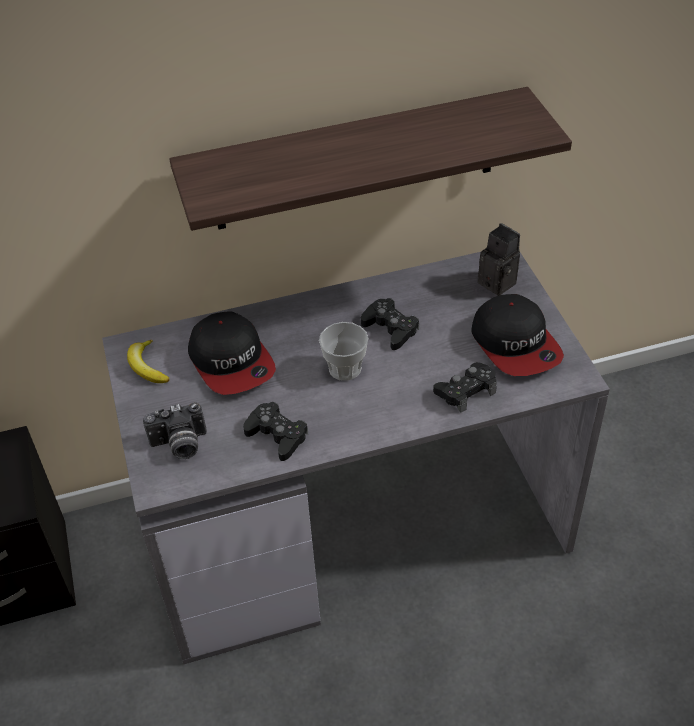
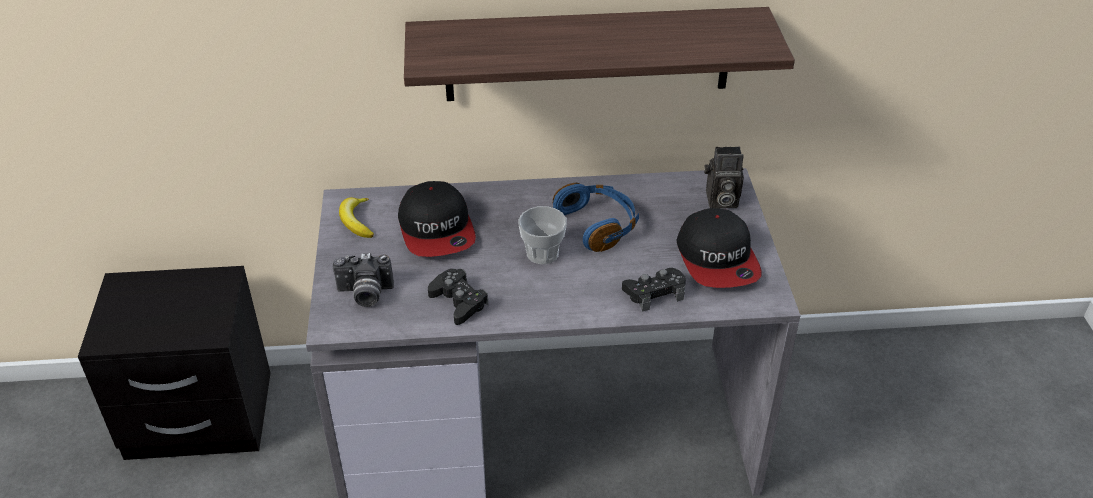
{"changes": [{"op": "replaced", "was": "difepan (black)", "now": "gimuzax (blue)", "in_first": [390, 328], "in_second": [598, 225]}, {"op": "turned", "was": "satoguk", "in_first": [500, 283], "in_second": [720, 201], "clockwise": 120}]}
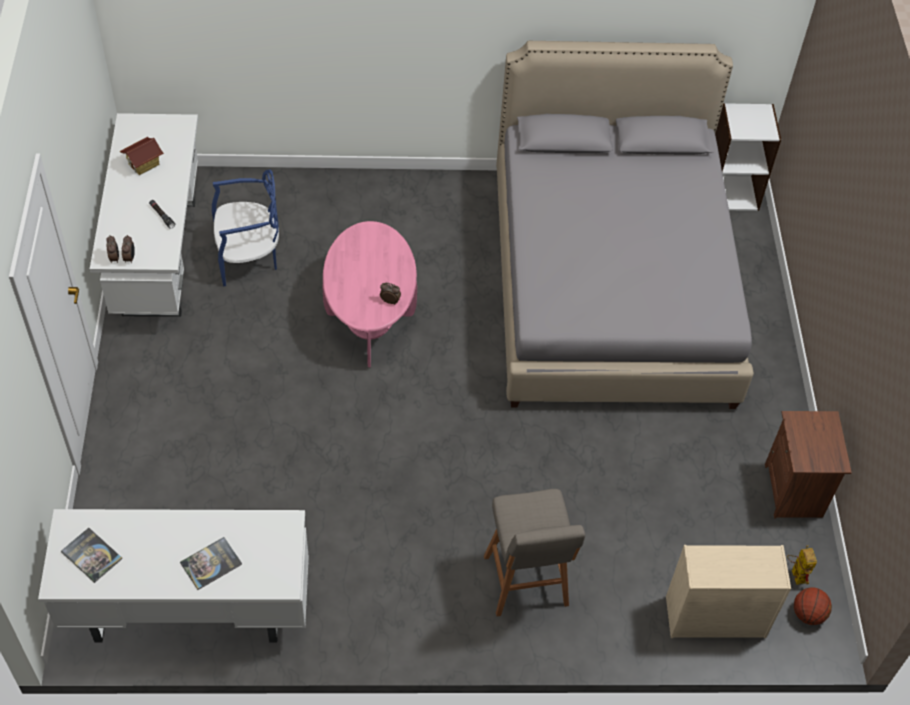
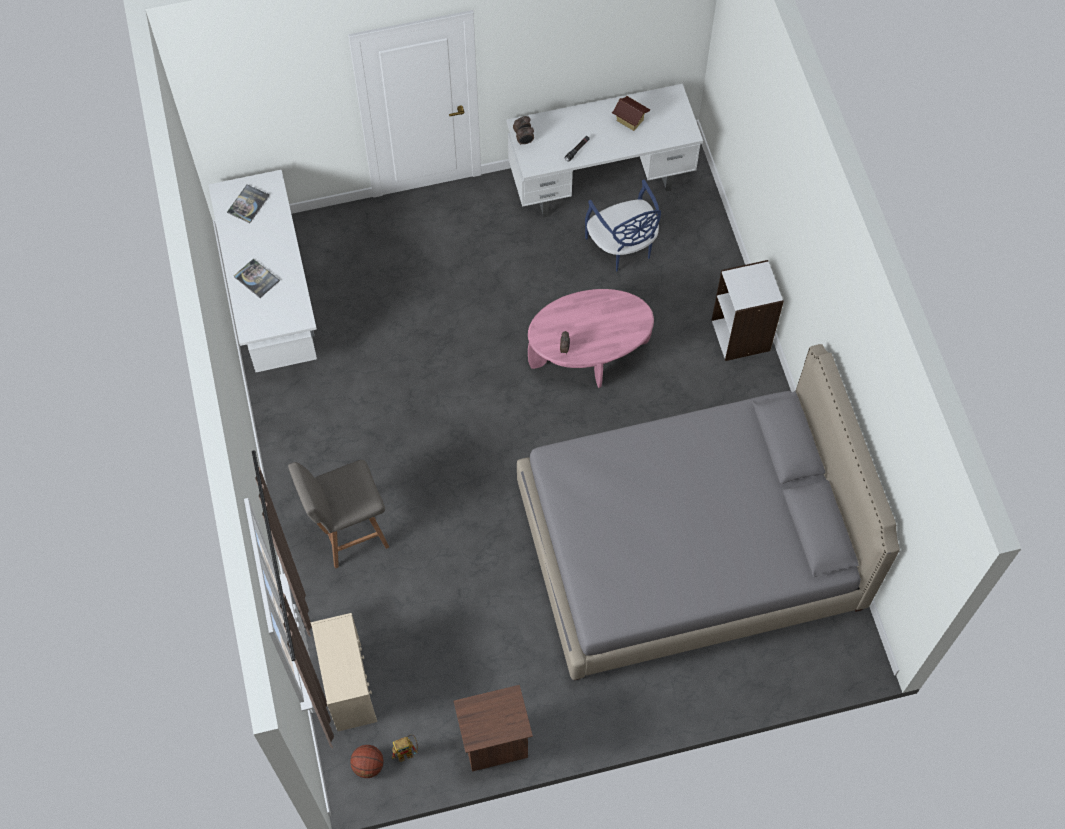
{"changes": [{"op": "moved", "was": "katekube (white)", "in_first": [731, 192], "in_second": [741, 335]}]}
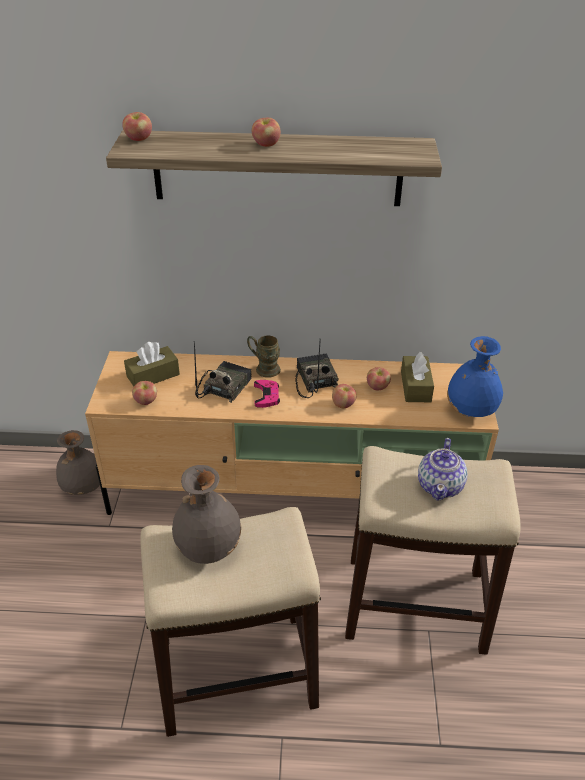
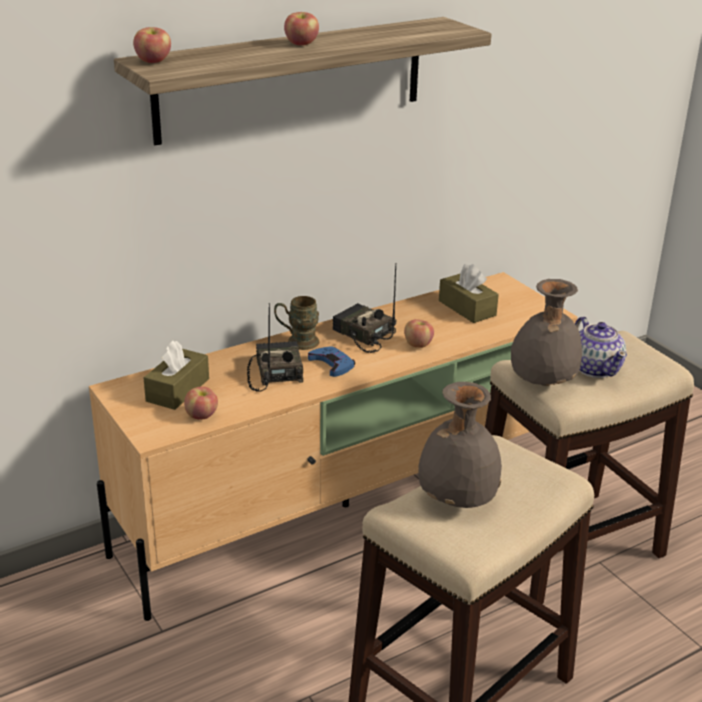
{"changes": [{"op": "moved", "was": "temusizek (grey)", "in_first": [82, 487], "in_second": [541, 383]}, {"op": "recoloured", "was": "difepan (pink)", "now": "difepan (blue)", "in_first": [266, 396], "in_second": [332, 364]}, {"op": "removed", "was": "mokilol", "in_first": [377, 387]}, {"op": "removed", "was": "temusizek (blue)", "in_first": [471, 411]}]}
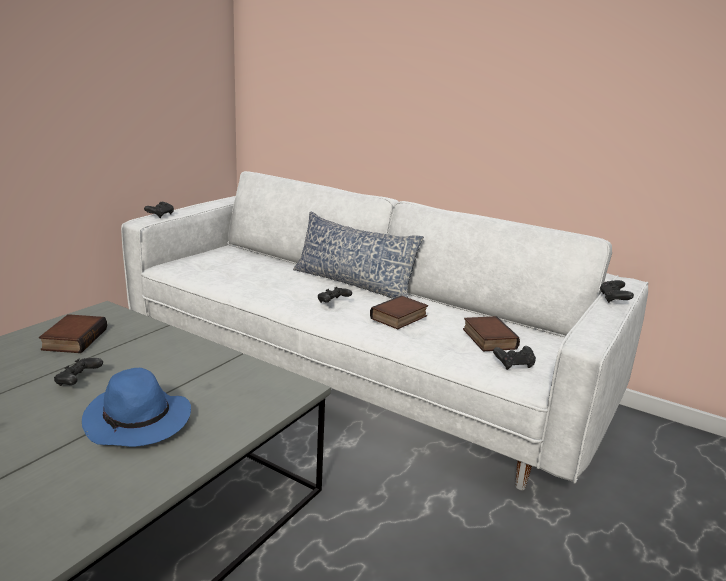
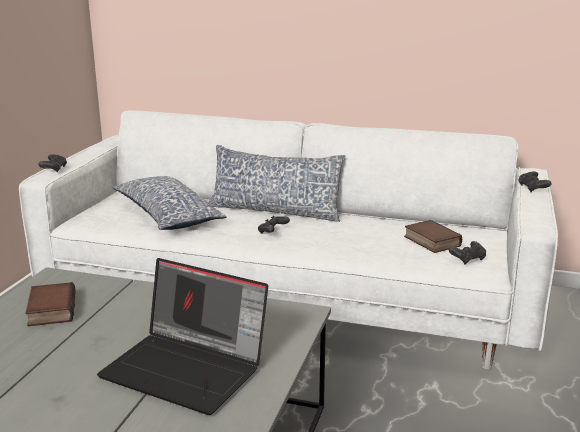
{"changes": [{"op": "removed", "was": "difepan (black)", "in_first": [78, 381]}, {"op": "replaced", "was": "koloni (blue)", "now": "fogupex", "in_first": [138, 421], "in_second": [188, 369]}, {"op": "removed", "was": "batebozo", "in_first": [399, 318]}, {"op": "added", "now": "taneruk", "in_second": [167, 216]}]}
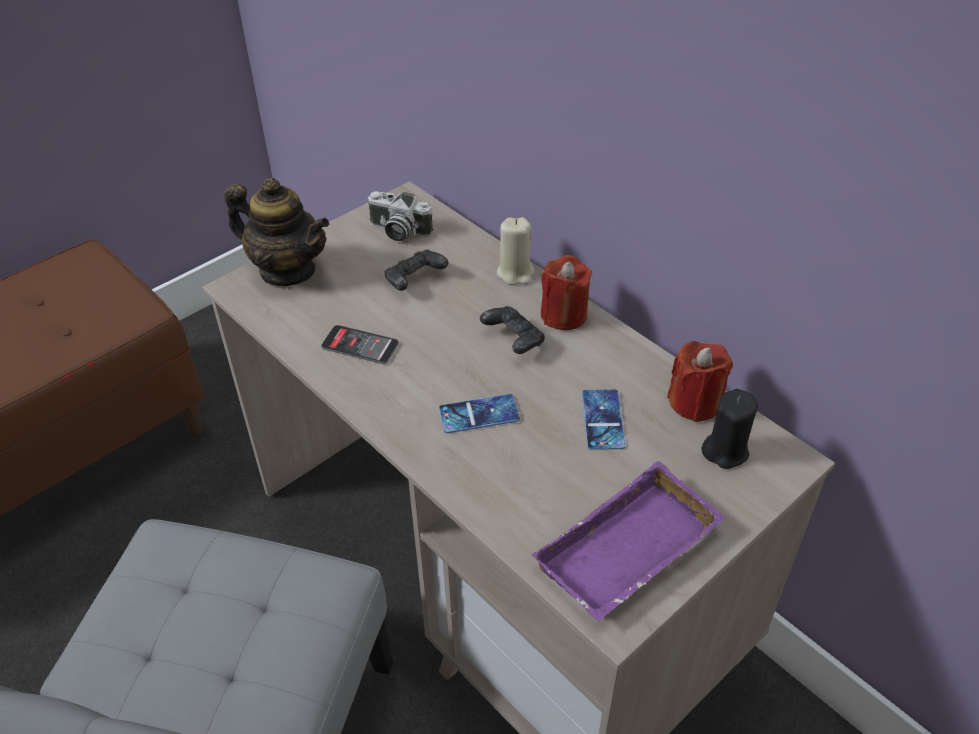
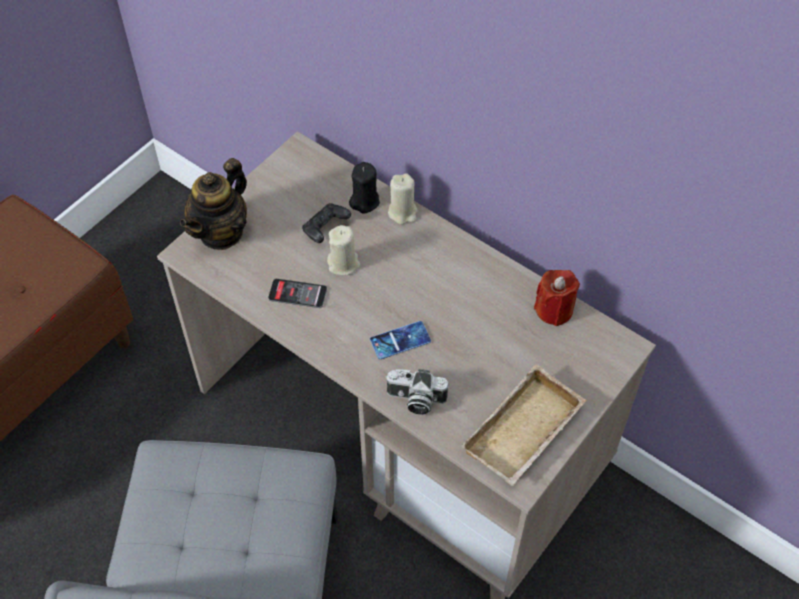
{"changes": [{"op": "turned", "was": "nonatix", "in_first": [287, 270], "in_second": [221, 232], "clockwise": 105}, {"op": "moved", "was": "satoguk", "in_first": [398, 231], "in_second": [415, 400]}, {"op": "removed", "was": "difepan (black)", "in_first": [513, 340]}, {"op": "recoloured", "was": "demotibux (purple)", "now": "demotibux (beige)", "in_first": [629, 554], "in_second": [524, 434]}, {"op": "removed", "was": "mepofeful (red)", "in_first": [563, 315]}, {"op": "removed", "was": "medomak", "in_first": [603, 419]}, {"op": "moved", "was": "mepofeful (black)", "in_first": [725, 450], "in_second": [364, 201]}, {"op": "added", "now": "mepofeful (beige)", "in_second": [343, 263]}]}
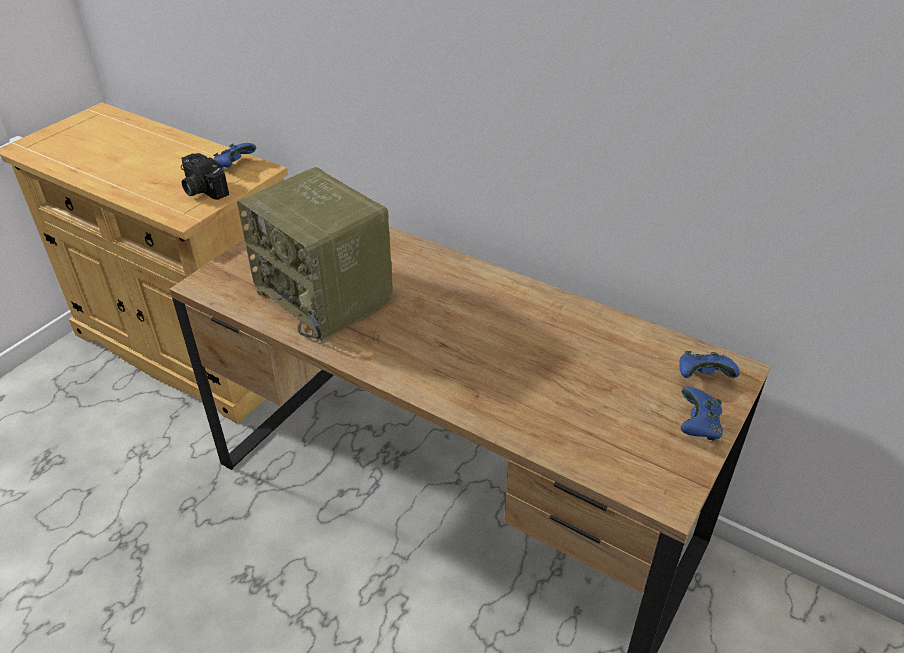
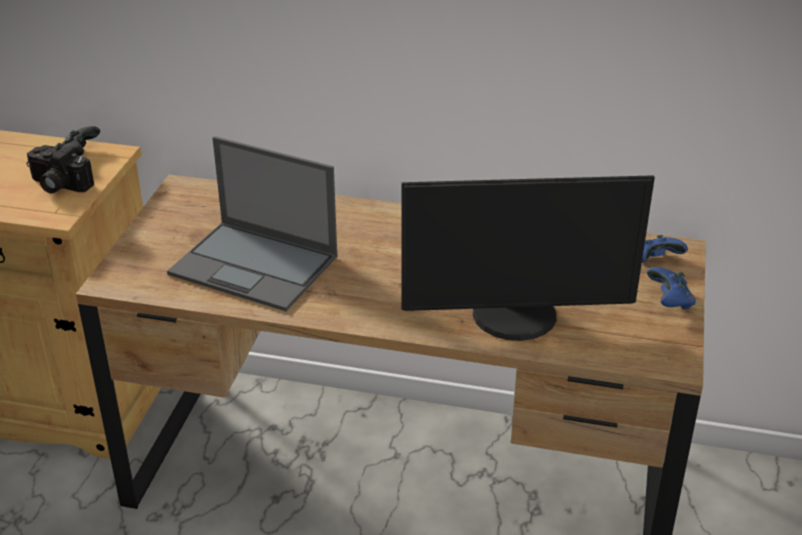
{"changes": [{"op": "recoloured", "was": "difepan (blue)", "now": "difepan (black)", "in_first": [234, 165], "in_second": [78, 154]}, {"op": "replaced", "was": "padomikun", "now": "fogupex", "in_first": [326, 296], "in_second": [256, 265]}, {"op": "added", "now": "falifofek", "in_second": [515, 317]}]}
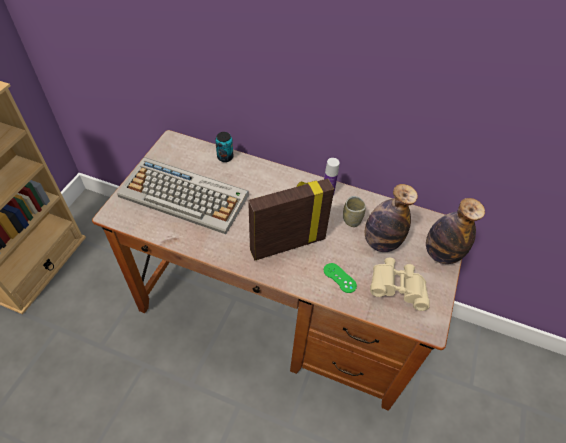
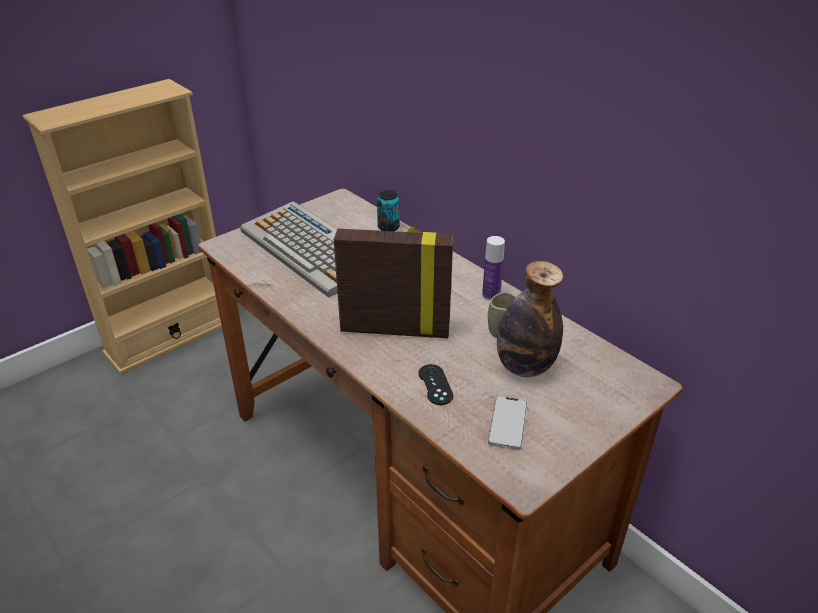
{"changes": [{"op": "recoloured", "was": "difepan (green)", "now": "difepan (black)", "in_first": [339, 278], "in_second": [435, 384]}, {"op": "replaced", "was": "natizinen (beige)", "now": "medomak", "in_first": [397, 289], "in_second": [507, 423]}, {"op": "removed", "was": "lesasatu", "in_first": [441, 254]}]}
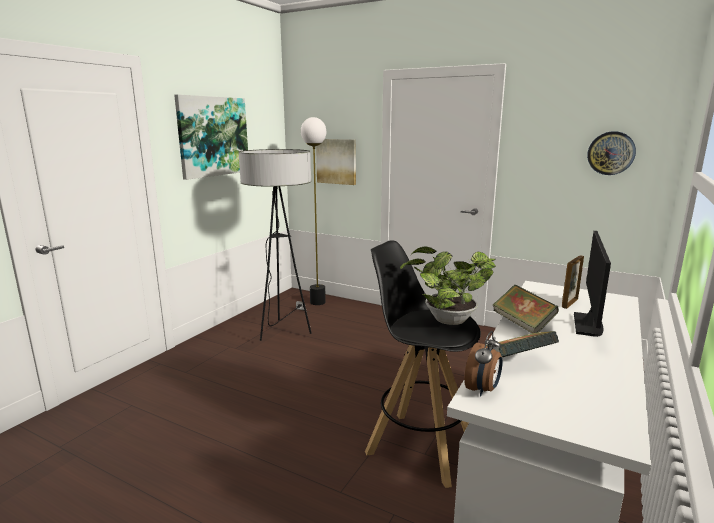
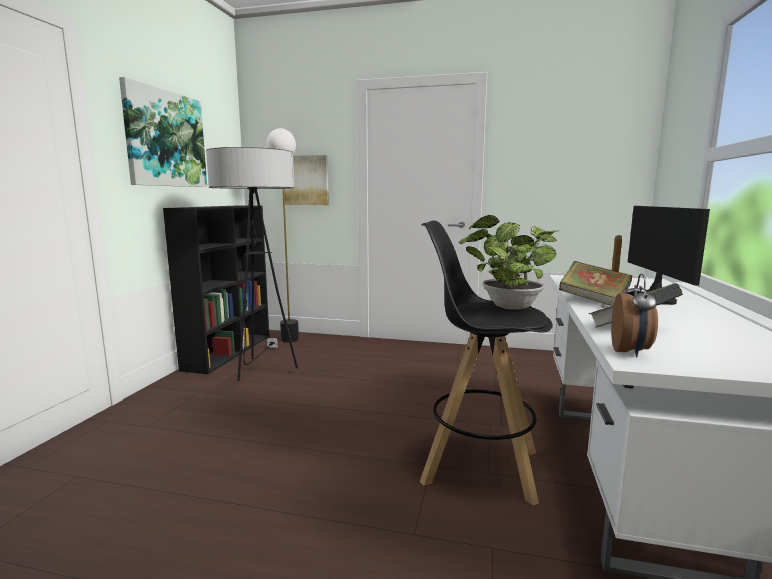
{"changes": [{"op": "removed", "was": "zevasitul", "in_first": [611, 153]}, {"op": "added", "now": "katekube (black)", "in_second": [229, 351]}]}
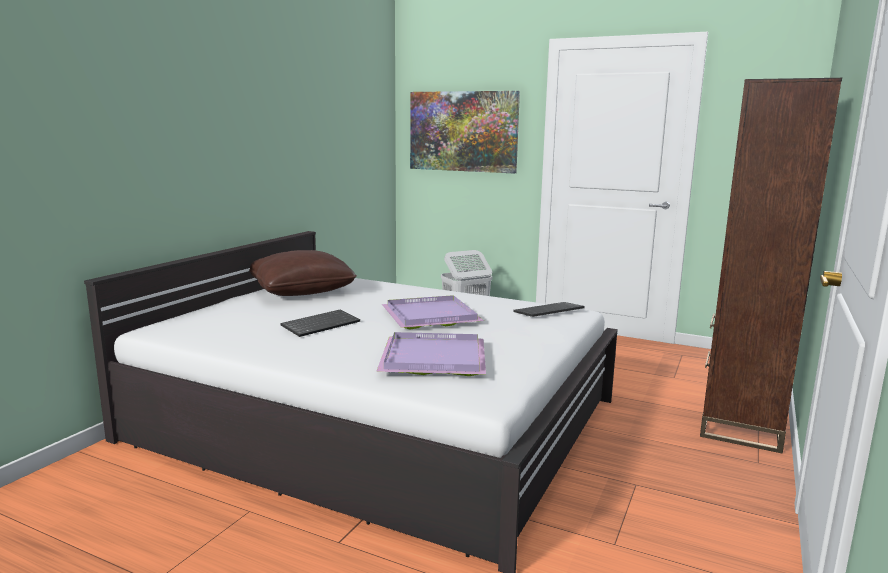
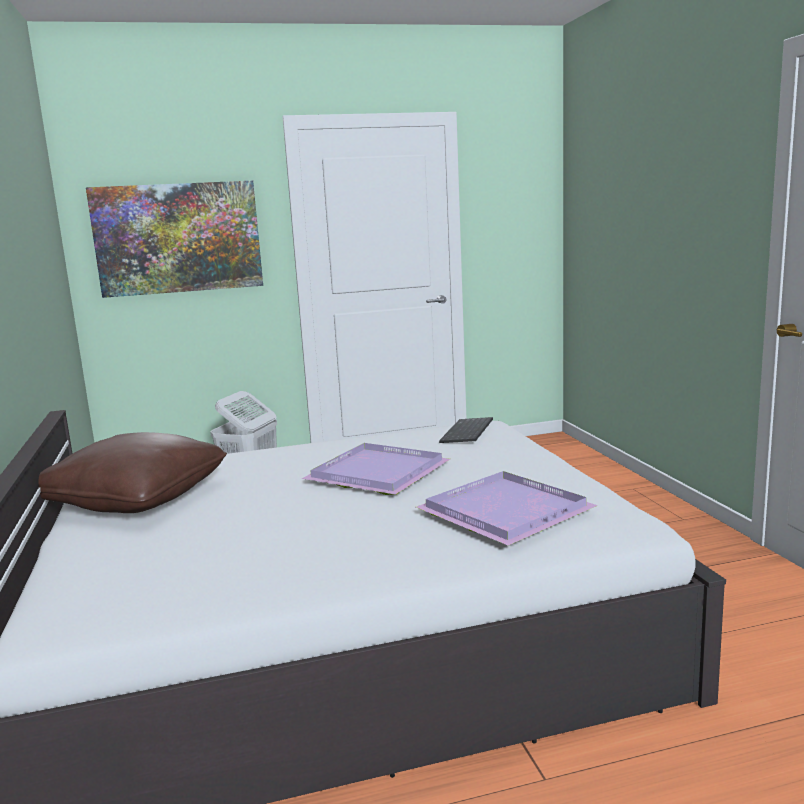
{"changes": [{"op": "removed", "was": "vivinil", "in_first": [321, 324]}, {"op": "removed", "was": "katekube (brown)", "in_first": [741, 423]}]}
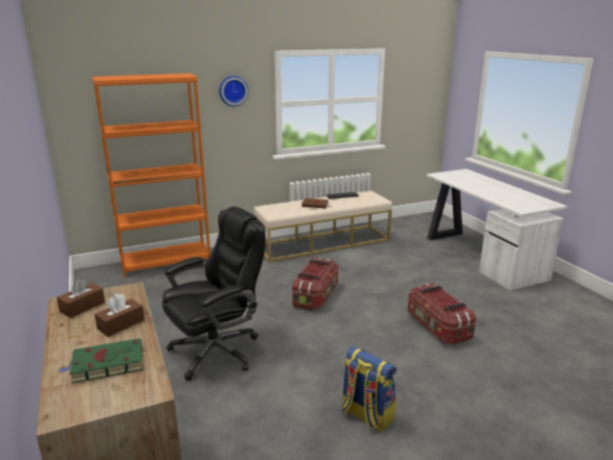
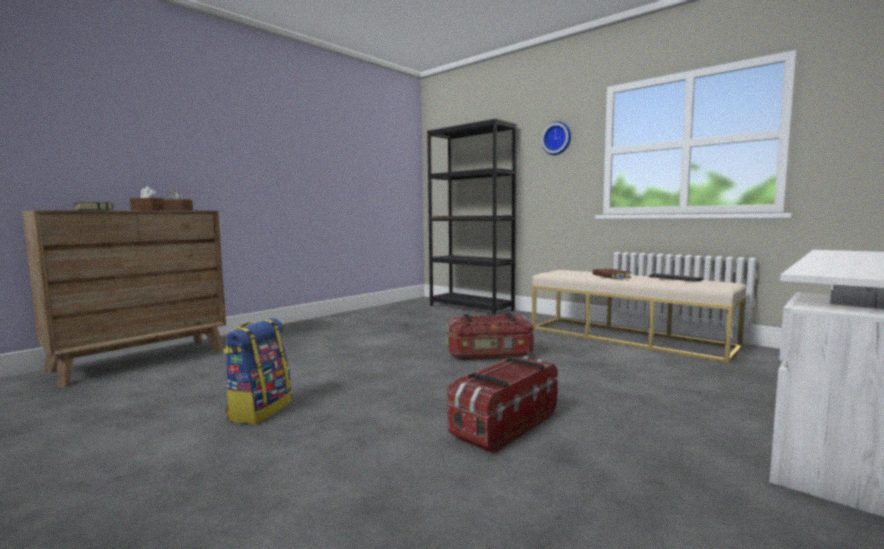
{"changes": [{"op": "recoloured", "was": "katekube (orange)", "now": "katekube (black)", "in_first": [166, 262], "in_second": [471, 308]}, {"op": "removed", "was": "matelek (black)", "in_first": [217, 351]}]}
